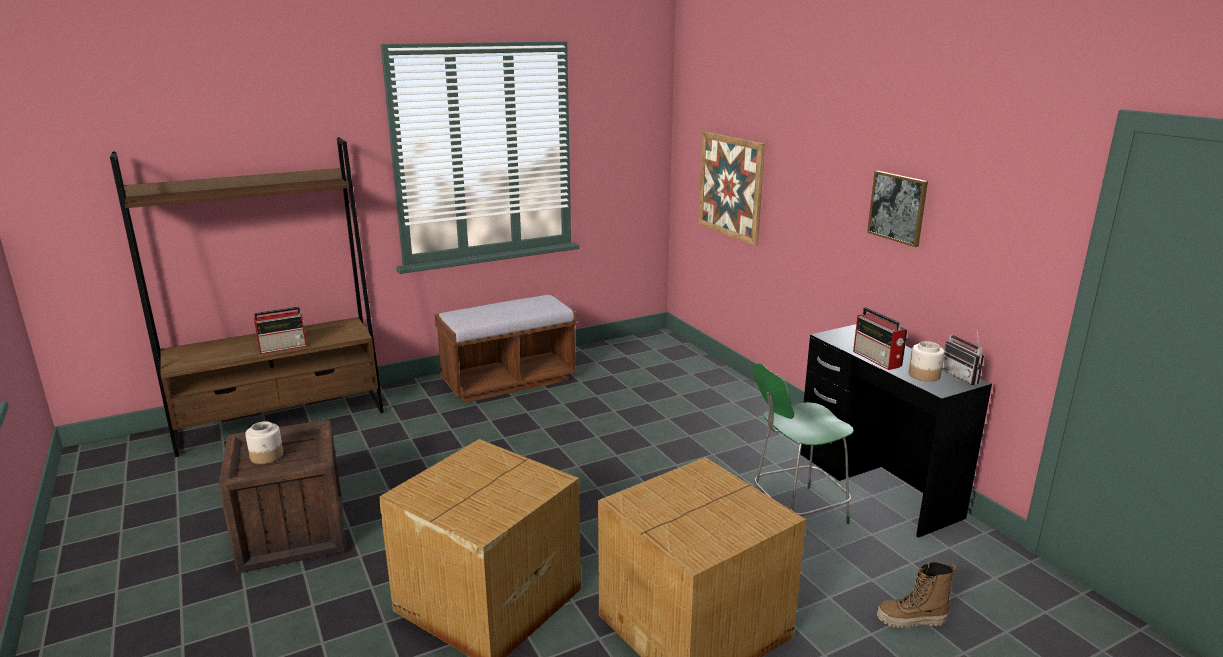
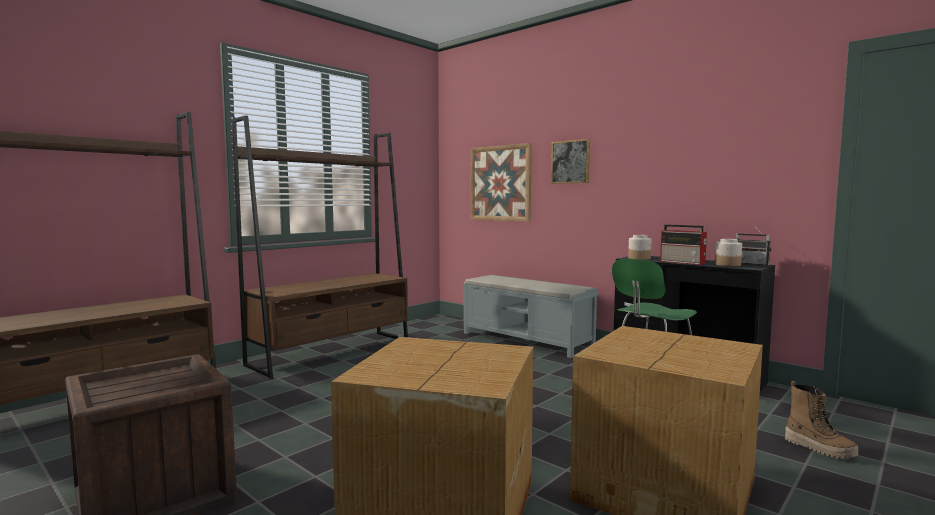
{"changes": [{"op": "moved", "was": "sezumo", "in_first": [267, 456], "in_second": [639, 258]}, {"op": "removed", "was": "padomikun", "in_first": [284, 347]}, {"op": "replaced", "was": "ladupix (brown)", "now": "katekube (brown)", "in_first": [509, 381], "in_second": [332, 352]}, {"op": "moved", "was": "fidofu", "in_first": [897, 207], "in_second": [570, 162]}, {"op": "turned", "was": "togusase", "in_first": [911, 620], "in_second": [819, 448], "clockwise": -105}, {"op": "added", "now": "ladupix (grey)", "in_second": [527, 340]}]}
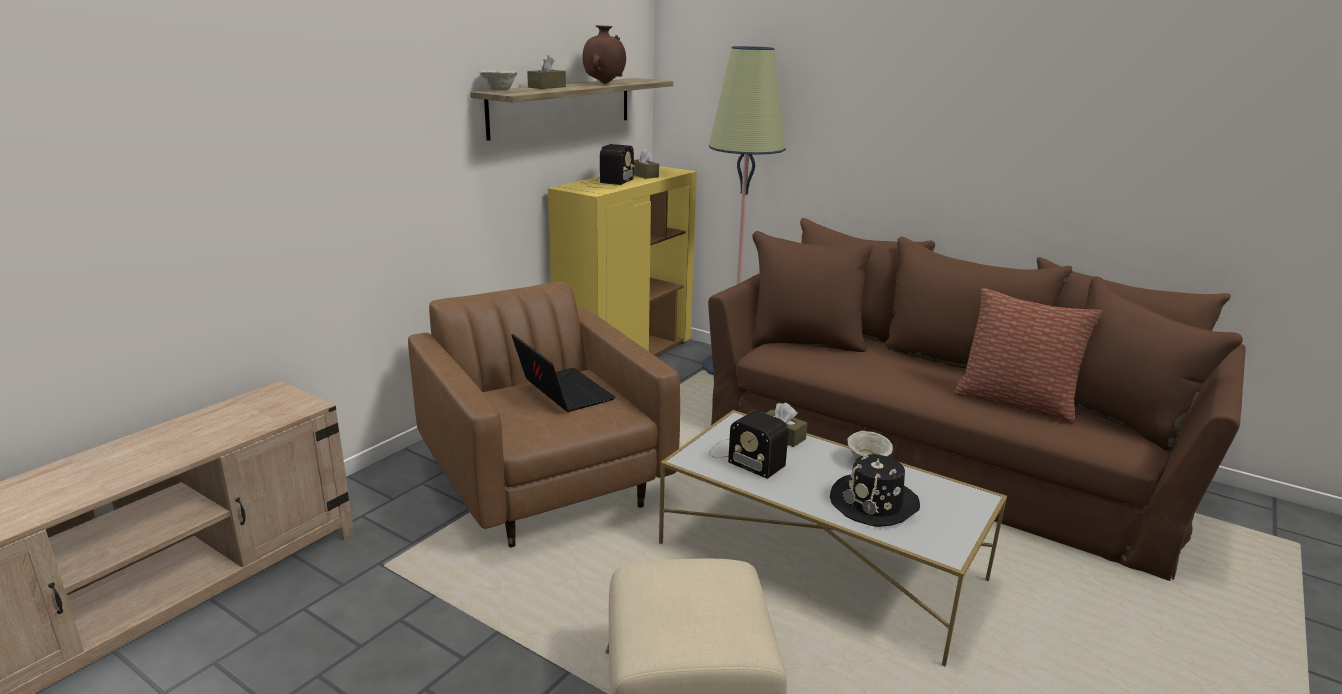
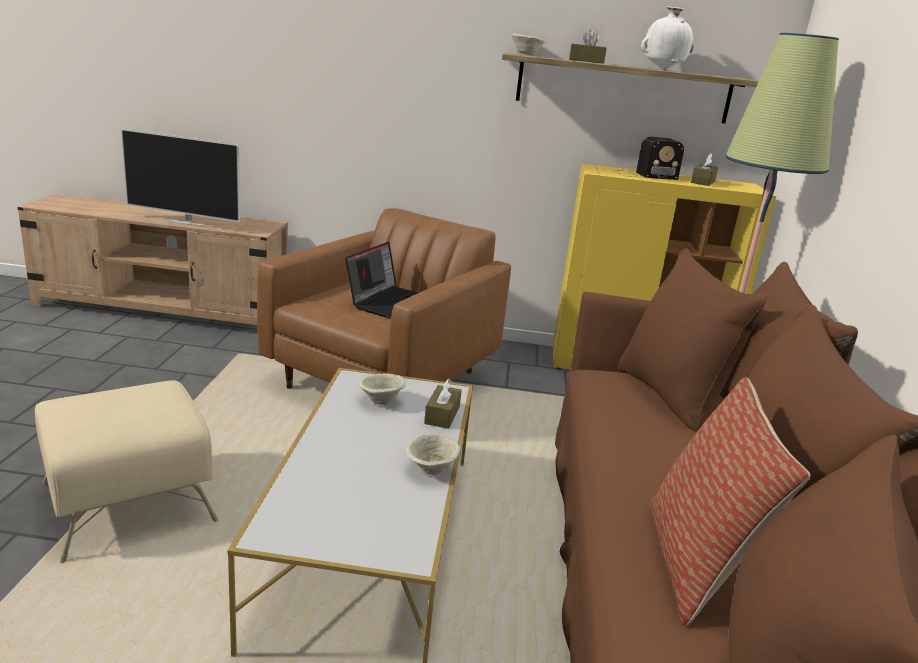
{"changes": [{"op": "recoloured", "was": "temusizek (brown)", "now": "temusizek (white)", "in_first": [604, 83], "in_second": [663, 70]}, {"op": "replaced", "was": "padomikun", "now": "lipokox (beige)", "in_first": [744, 456], "in_second": [381, 402]}, {"op": "removed", "was": "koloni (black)", "in_first": [874, 503]}, {"op": "added", "now": "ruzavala", "in_second": [186, 222]}]}
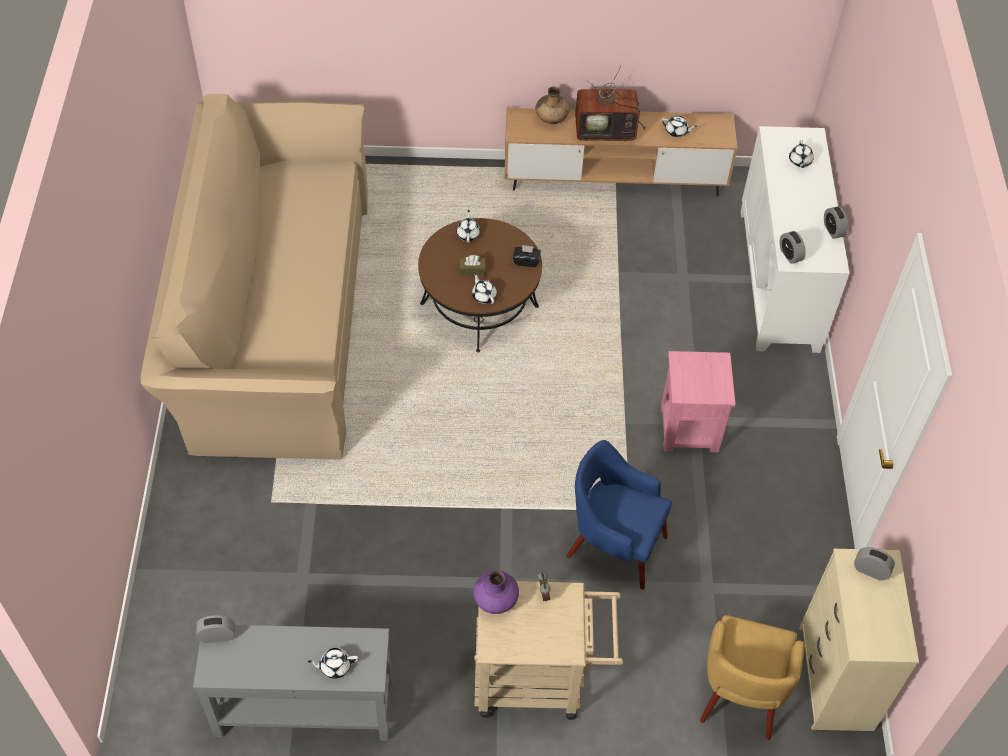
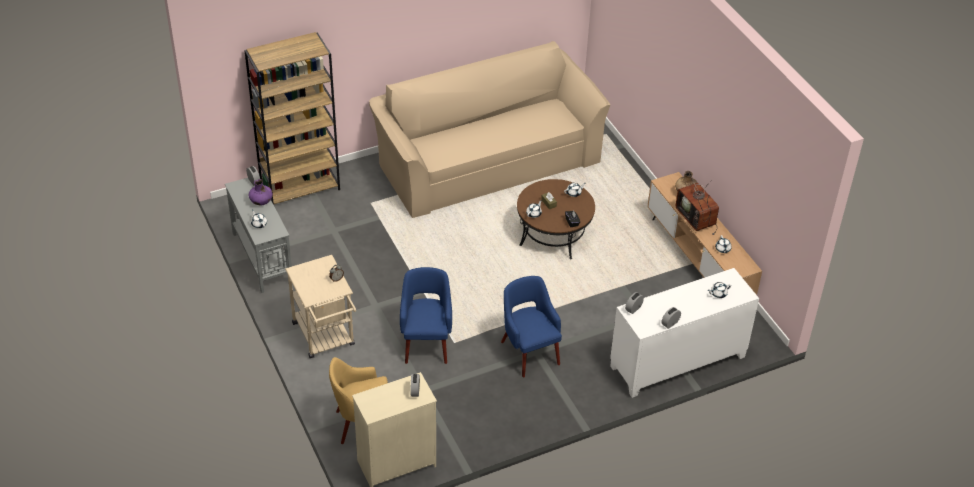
{"changes": [{"op": "moved", "was": "temusizek (purple)", "in_first": [495, 600], "in_second": [261, 202]}, {"op": "replaced", "was": "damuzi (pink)", "now": "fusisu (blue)", "in_first": [689, 427], "in_second": [529, 351]}, {"op": "added", "now": "katekube (brown)", "in_second": [300, 188]}]}
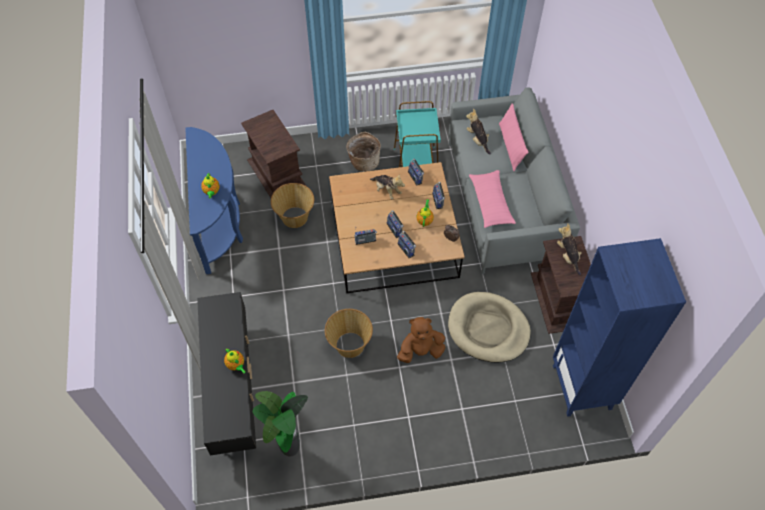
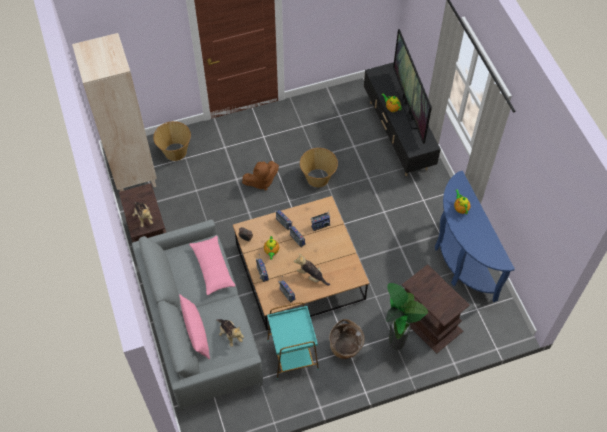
{"changes": [{"op": "moved", "was": "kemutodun", "in_first": [291, 451], "in_second": [395, 344]}, {"op": "moved", "was": "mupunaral", "in_first": [295, 217], "in_second": [175, 151]}, {"op": "removed", "was": "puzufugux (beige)", "in_first": [488, 329]}, {"op": "recoloured", "was": "katekube (blue)", "now": "katekube (beige)", "in_first": [582, 387], "in_second": [133, 174]}, {"op": "added", "now": "ruzavala", "in_second": [409, 108]}]}
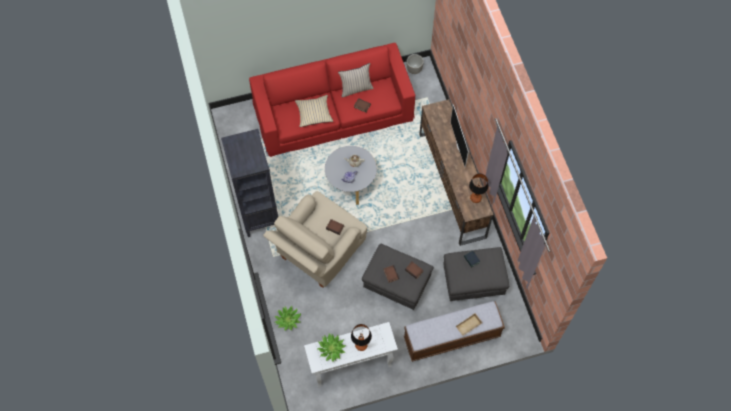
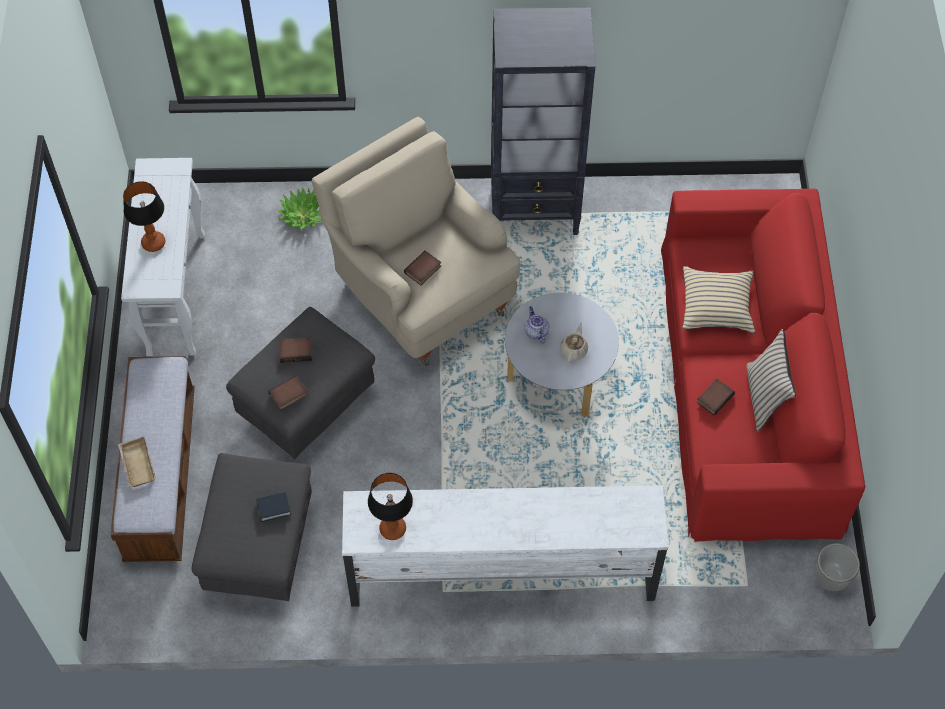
{"changes": [{"op": "removed", "was": "kemutodun", "in_first": [331, 349]}, {"op": "recoloured", "was": "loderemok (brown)", "now": "loderemok (white)", "in_first": [452, 185], "in_second": [500, 573]}, {"op": "removed", "was": "ruzavala", "in_first": [459, 146]}]}
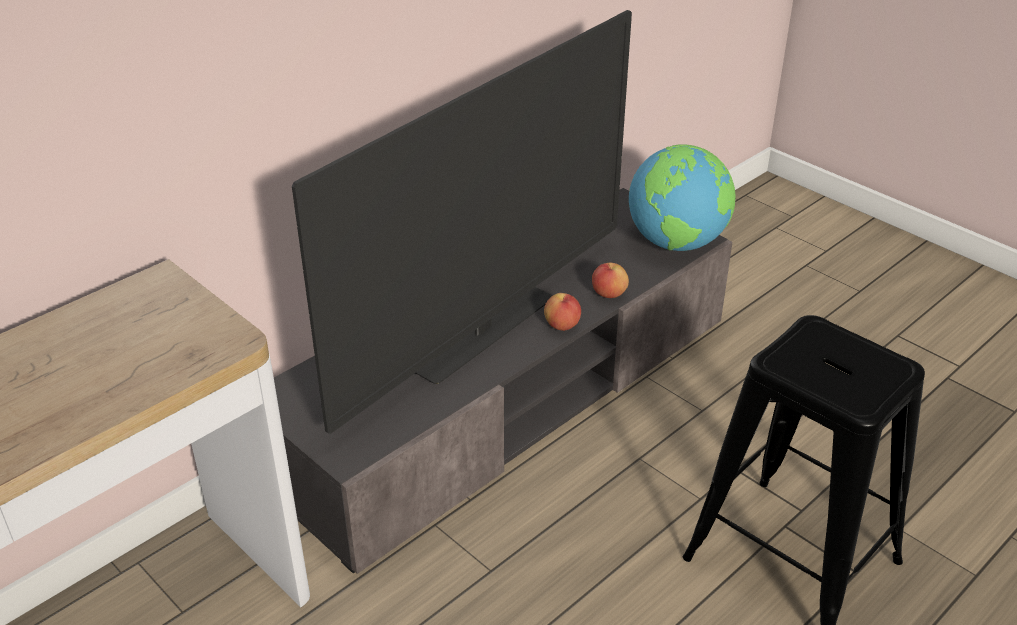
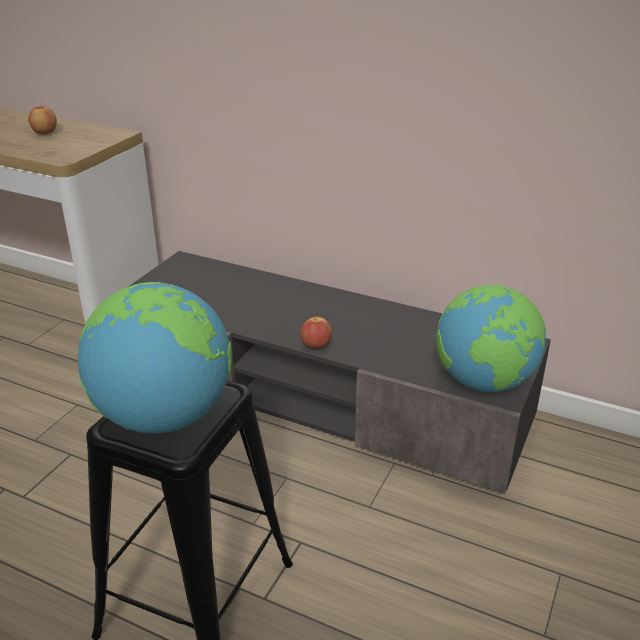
{"changes": [{"op": "removed", "was": "ruzavala", "in_first": [485, 333]}, {"op": "moved", "was": "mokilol", "in_first": [608, 294], "in_second": [45, 133]}, {"op": "added", "now": "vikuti", "in_second": [164, 416]}]}
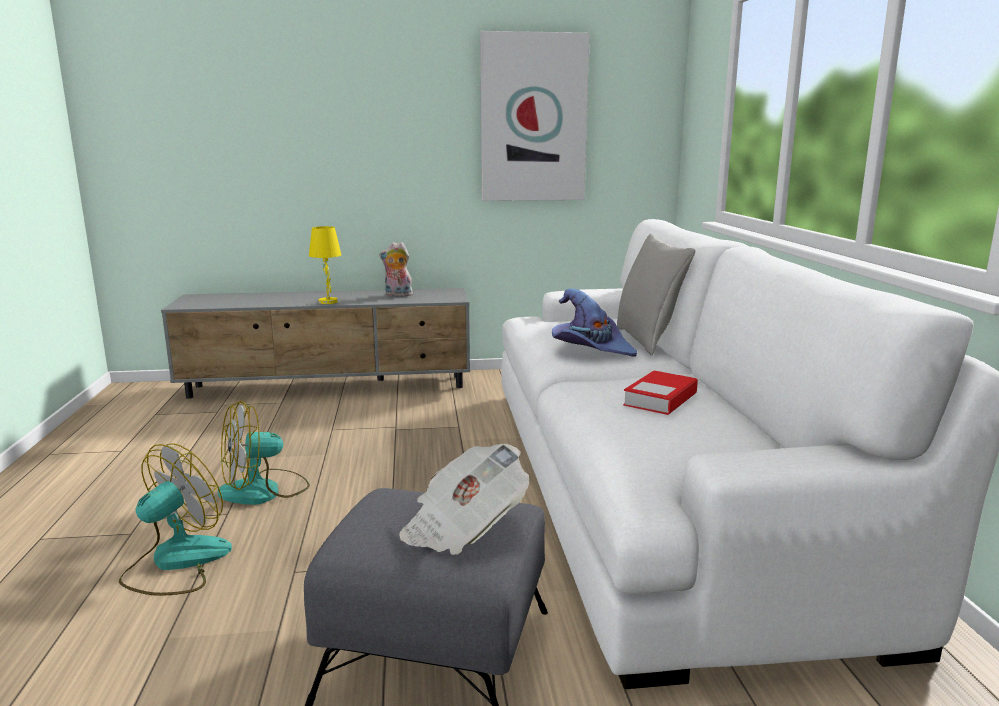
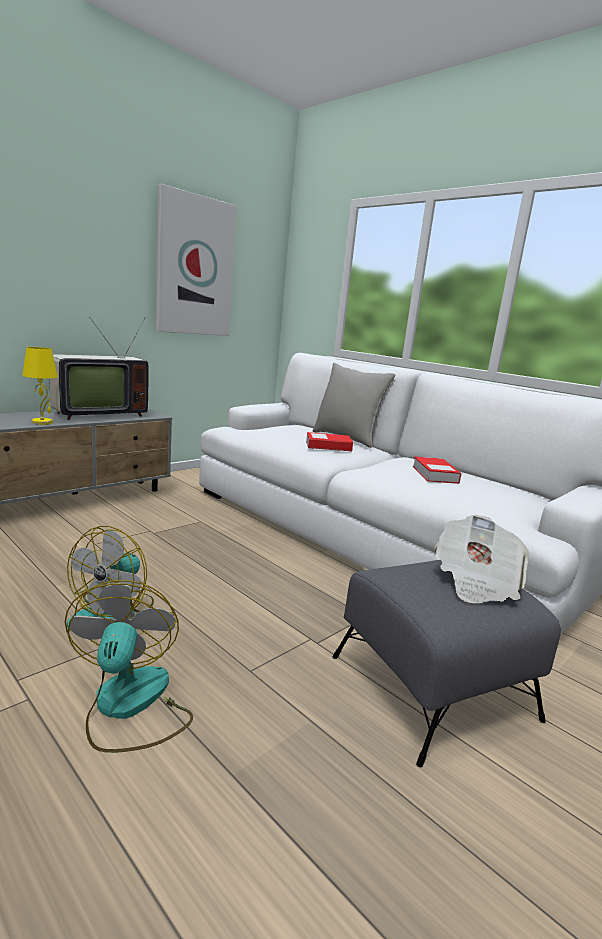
{"changes": [{"op": "replaced", "was": "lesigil", "now": "ruzavala", "in_first": [397, 295], "in_second": [97, 414]}, {"op": "replaced", "was": "koloni (purple)", "now": "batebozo", "in_first": [591, 348], "in_second": [328, 446]}]}
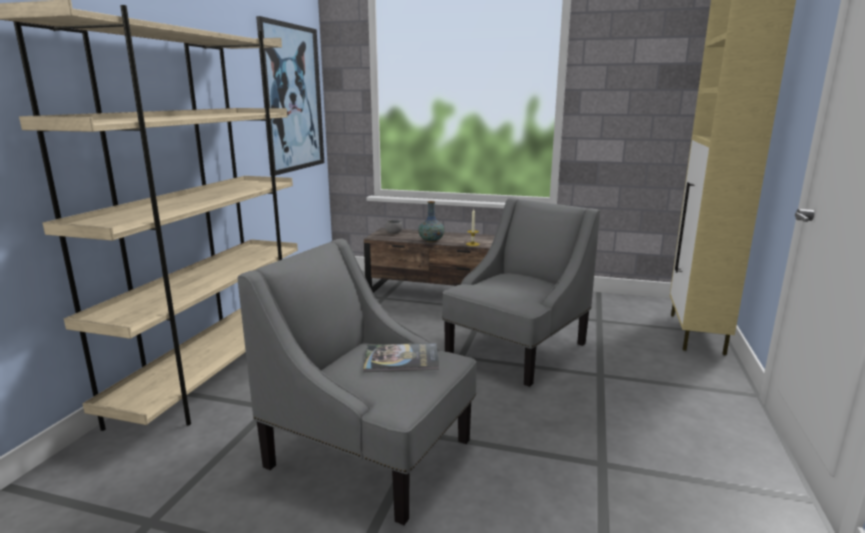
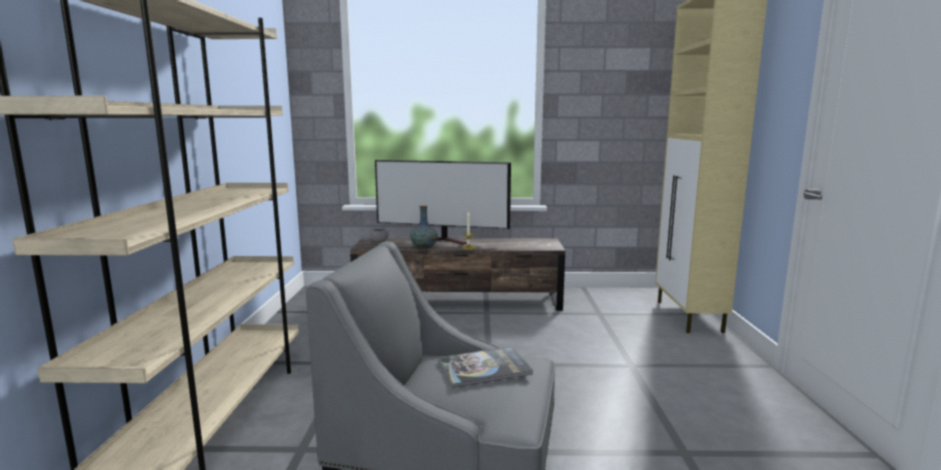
{"changes": [{"op": "removed", "was": "fidofu", "in_first": [292, 98]}, {"op": "removed", "was": "fusisu (grey)", "in_first": [516, 349]}, {"op": "added", "now": "ruzavala", "in_second": [444, 241]}]}
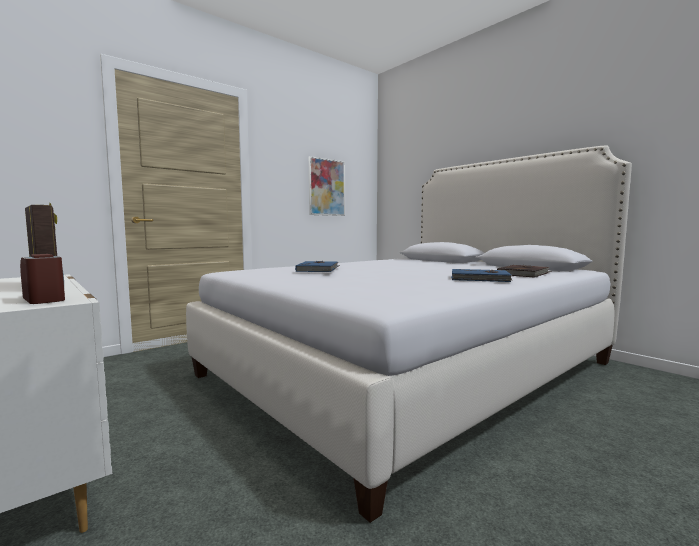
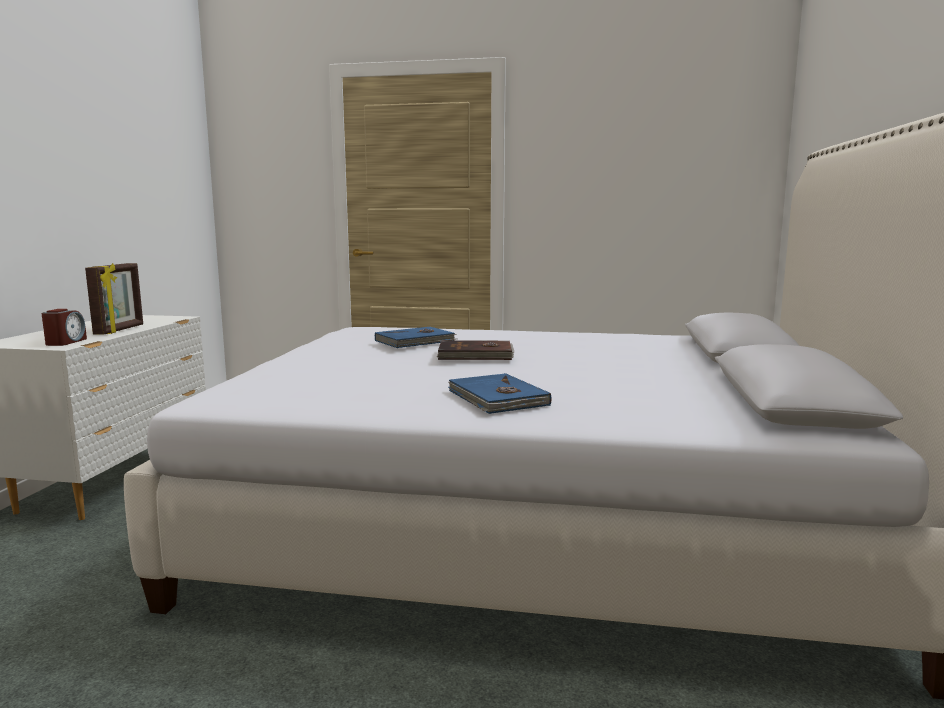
{"changes": [{"op": "removed", "was": "fidofu", "in_first": [326, 187]}, {"op": "moved", "was": "batebozo (brown)", "in_first": [524, 274], "in_second": [476, 355]}]}
